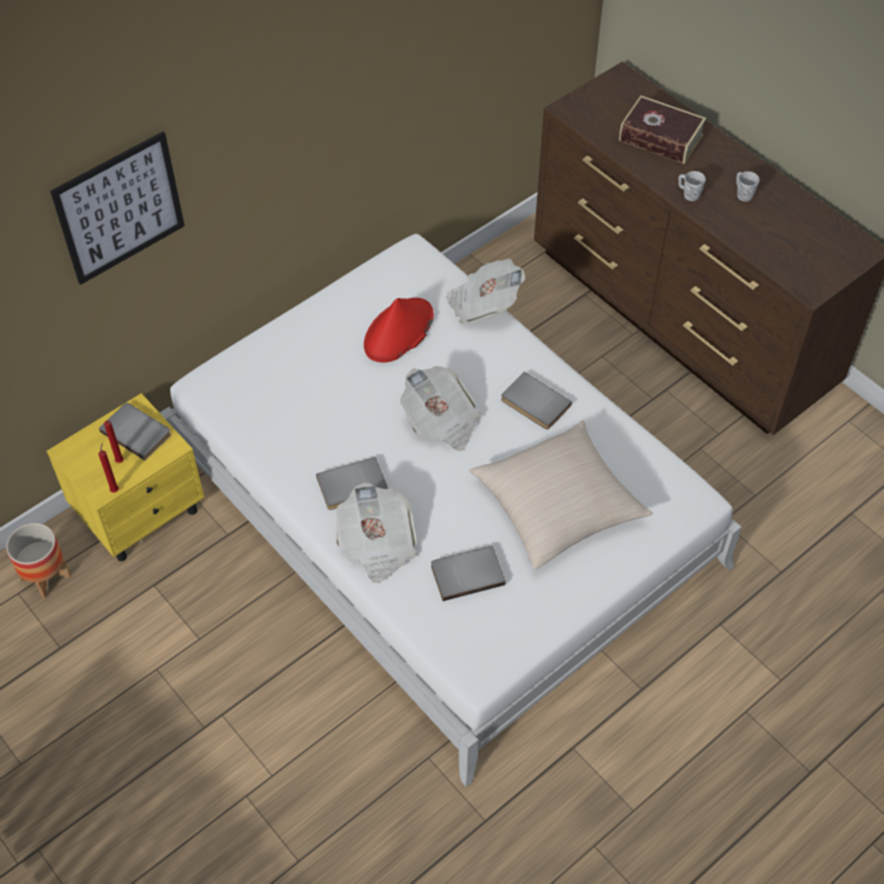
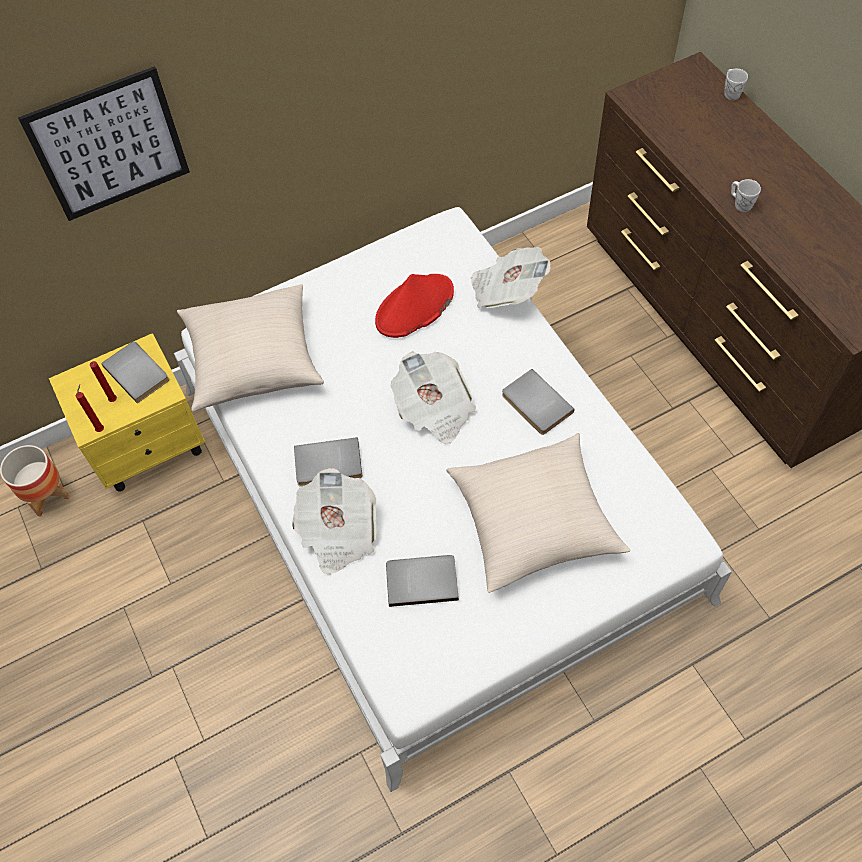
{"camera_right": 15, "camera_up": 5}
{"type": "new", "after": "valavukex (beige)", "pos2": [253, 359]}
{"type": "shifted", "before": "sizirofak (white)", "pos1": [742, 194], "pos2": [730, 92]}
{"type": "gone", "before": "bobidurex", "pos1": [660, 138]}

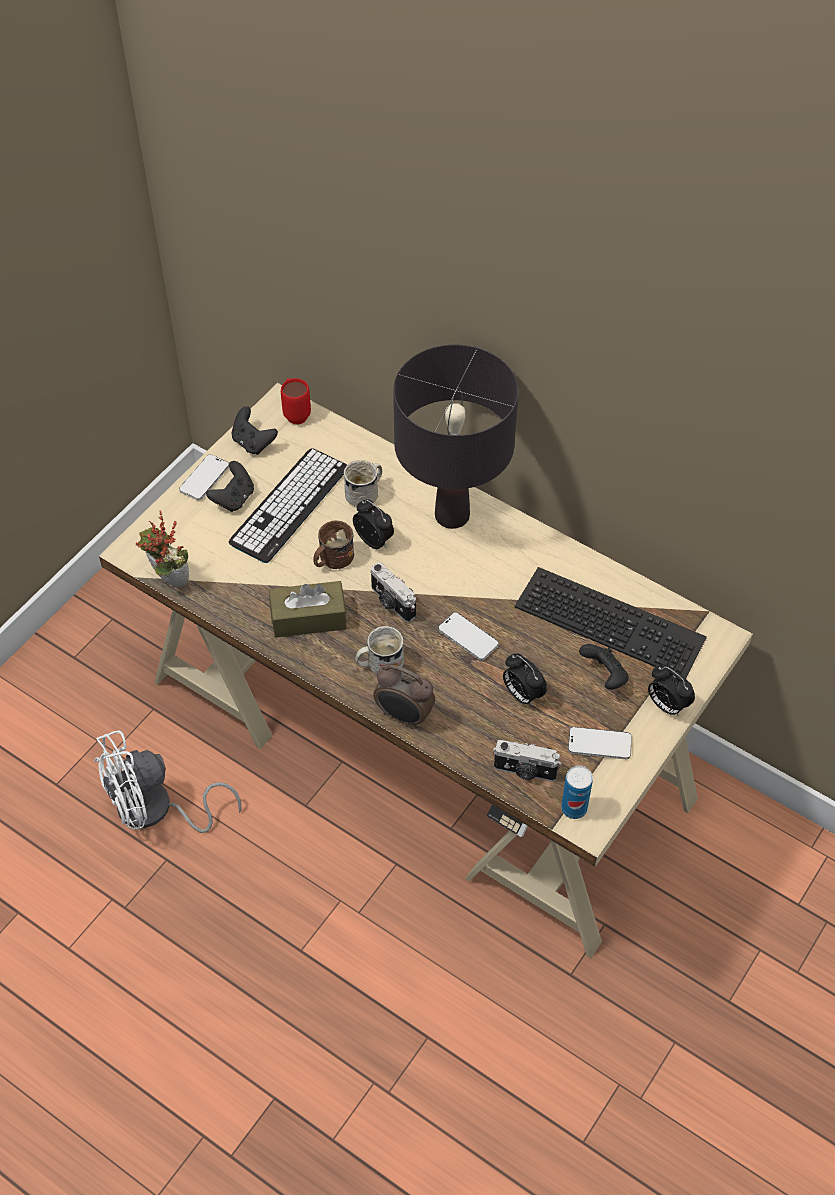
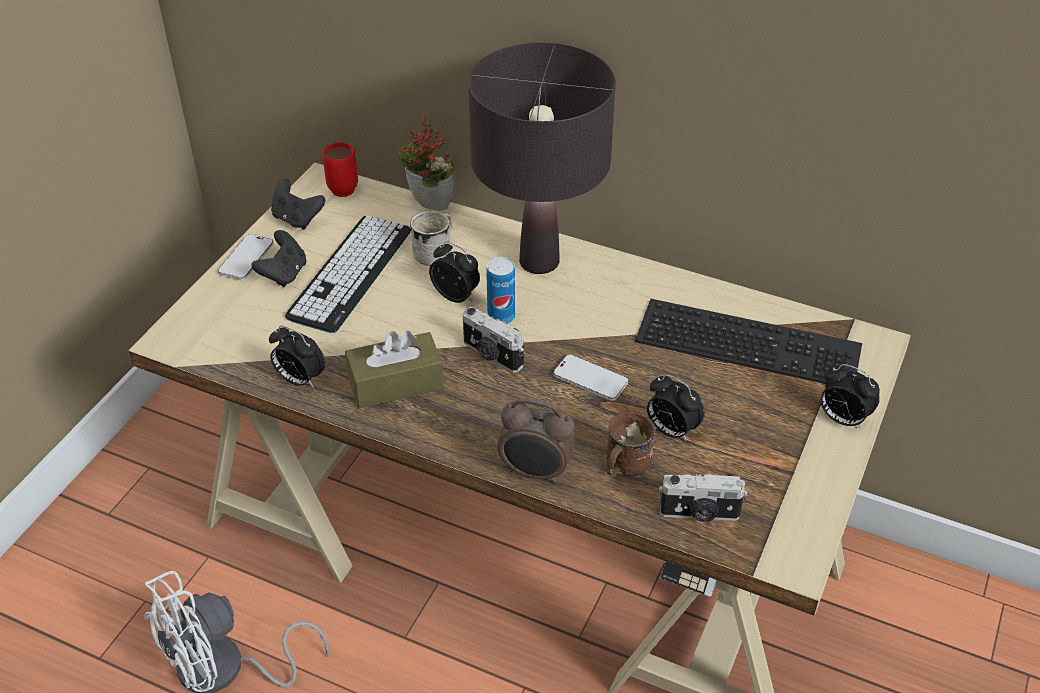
{"camera_right": -10, "camera_up": -10}
{"type": "new", "after": "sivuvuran", "pos2": [299, 379]}
{"type": "shifted", "before": "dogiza", "pos1": [168, 581], "pos2": [427, 207]}
{"type": "shifted", "before": "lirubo", "pos1": [574, 808], "pos2": [501, 317]}
{"type": "shifted", "before": "sizirofak (brown)", "pos1": [332, 560], "pos2": [623, 466]}
{"type": "gone", "before": "sizirofak (white)", "pos1": [379, 664]}
{"type": "gone", "before": "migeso", "pos1": [599, 744]}
{"type": "gone", "before": "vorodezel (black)", "pos1": [604, 676]}

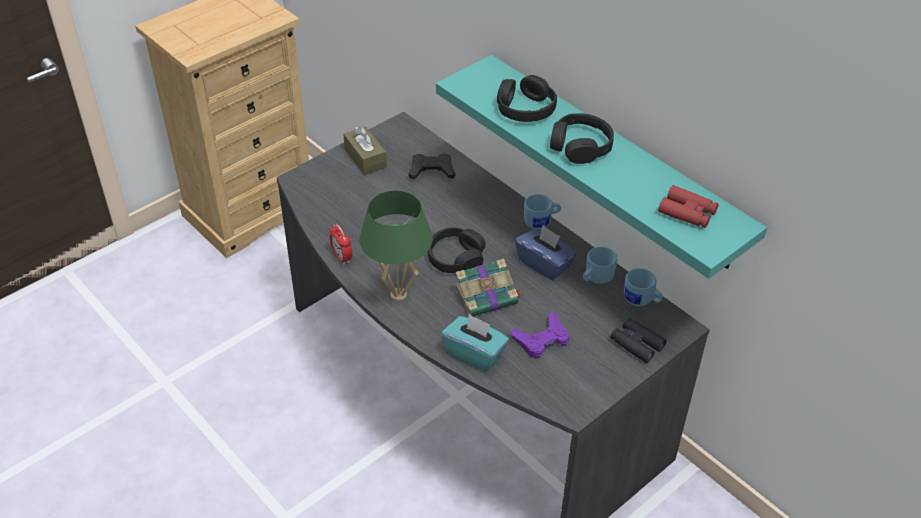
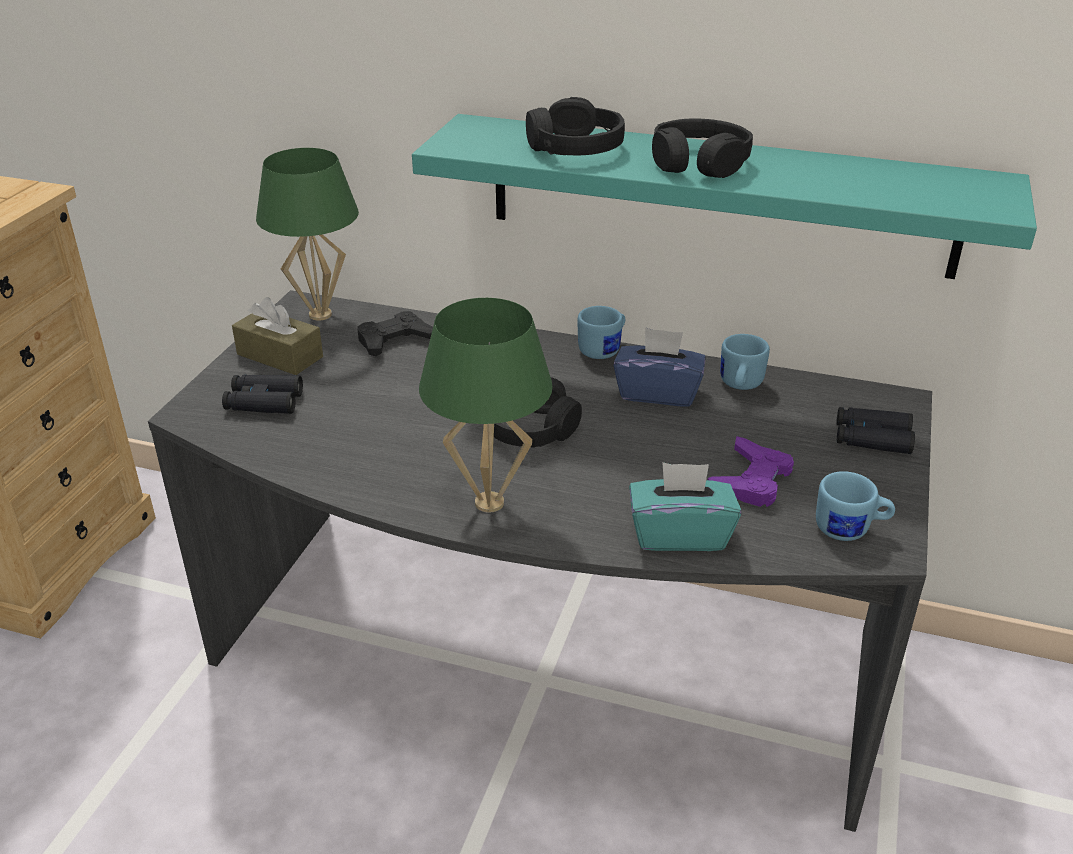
{"camera_right": -30, "camera_up": -10}
{"type": "new", "after": "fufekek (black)", "pos2": [264, 402]}
{"type": "new", "after": "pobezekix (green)", "pos2": [321, 314]}
{"type": "shifted", "before": "sizirofak (blue)", "pos1": [641, 301], "pos2": [850, 530]}
{"type": "gone", "before": "sivuvuran", "pos1": [342, 257]}
{"type": "gone", "before": "bobidurex", "pos1": [487, 296]}
{"type": "gone", "before": "fufekek (red)", "pos1": [687, 212]}

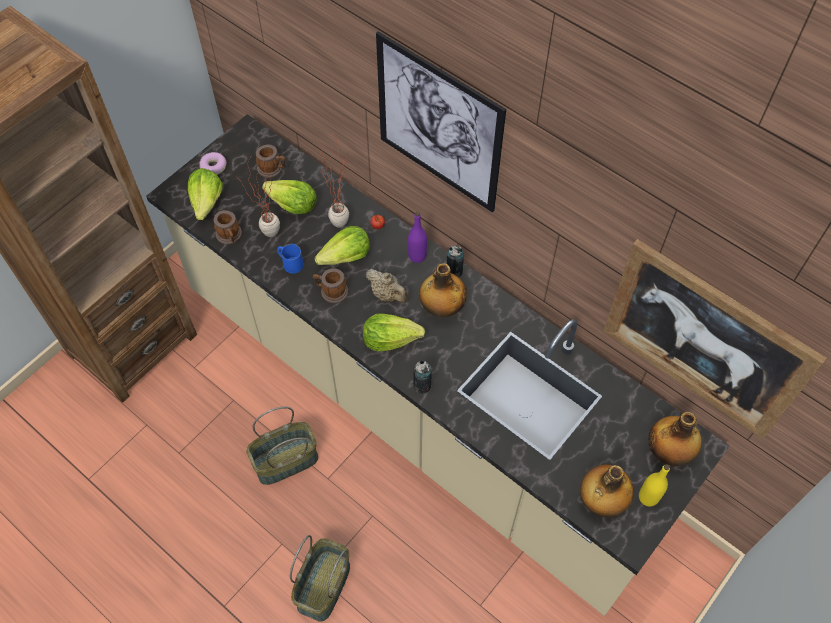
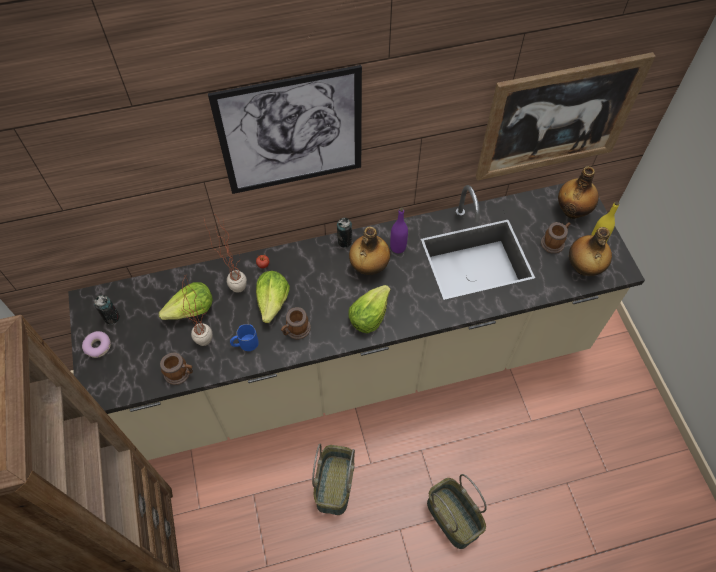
{"camera_right": -55, "camera_up": 0}
{"type": "shifted", "before": "lirubo", "pos1": [422, 385], "pos2": [112, 317]}
{"type": "shifted", "before": "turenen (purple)", "pos1": [417, 256], "pos2": [398, 247]}
{"type": "shifted", "before": "sizirofak", "pos1": [272, 169], "pos2": [554, 242]}
{"type": "gone", "before": "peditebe", "pos1": [207, 202]}
{"type": "gone", "before": "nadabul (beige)", "pos1": [387, 294]}

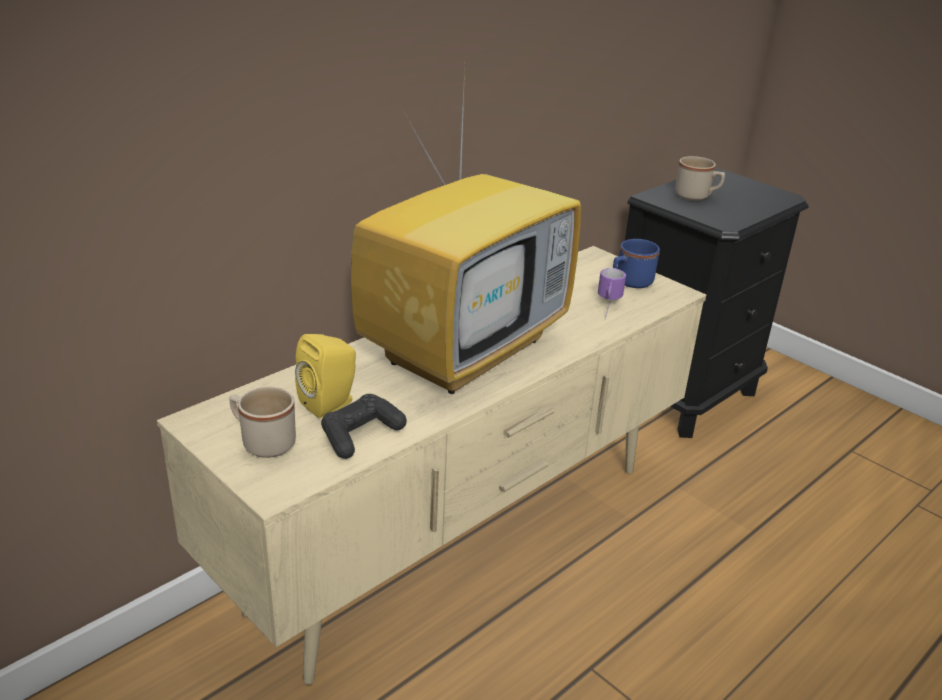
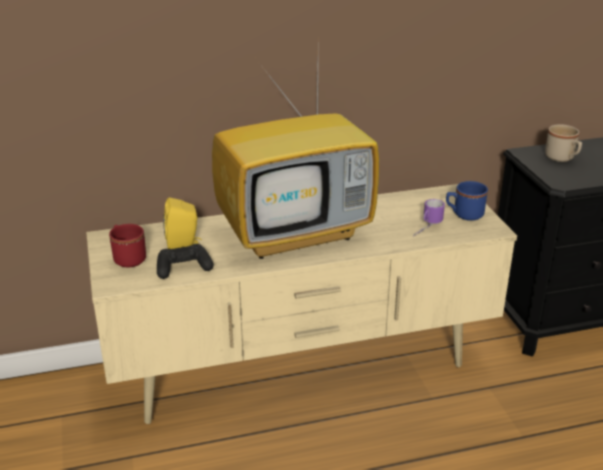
{"camera_right": 30, "camera_up": 0}
{"type": "repainted", "before": "sizirofak (beige)", "after": "sizirofak (red)", "pos1": [262, 442], "pos2": [127, 257]}

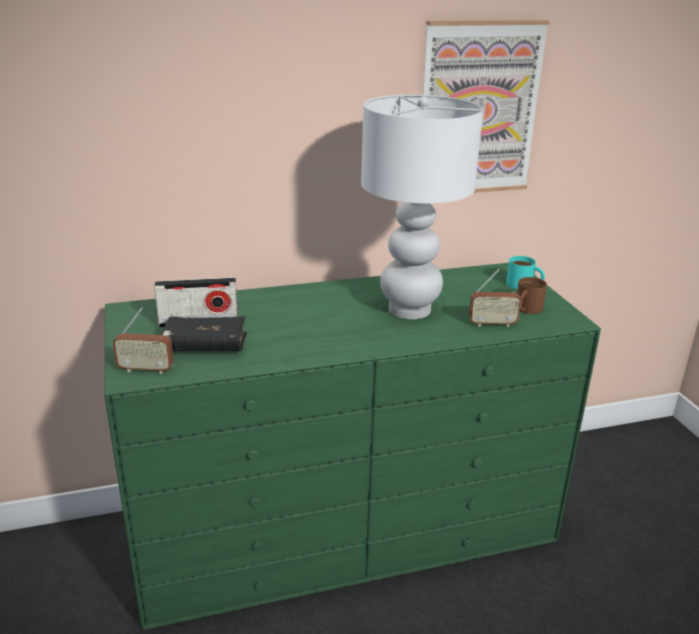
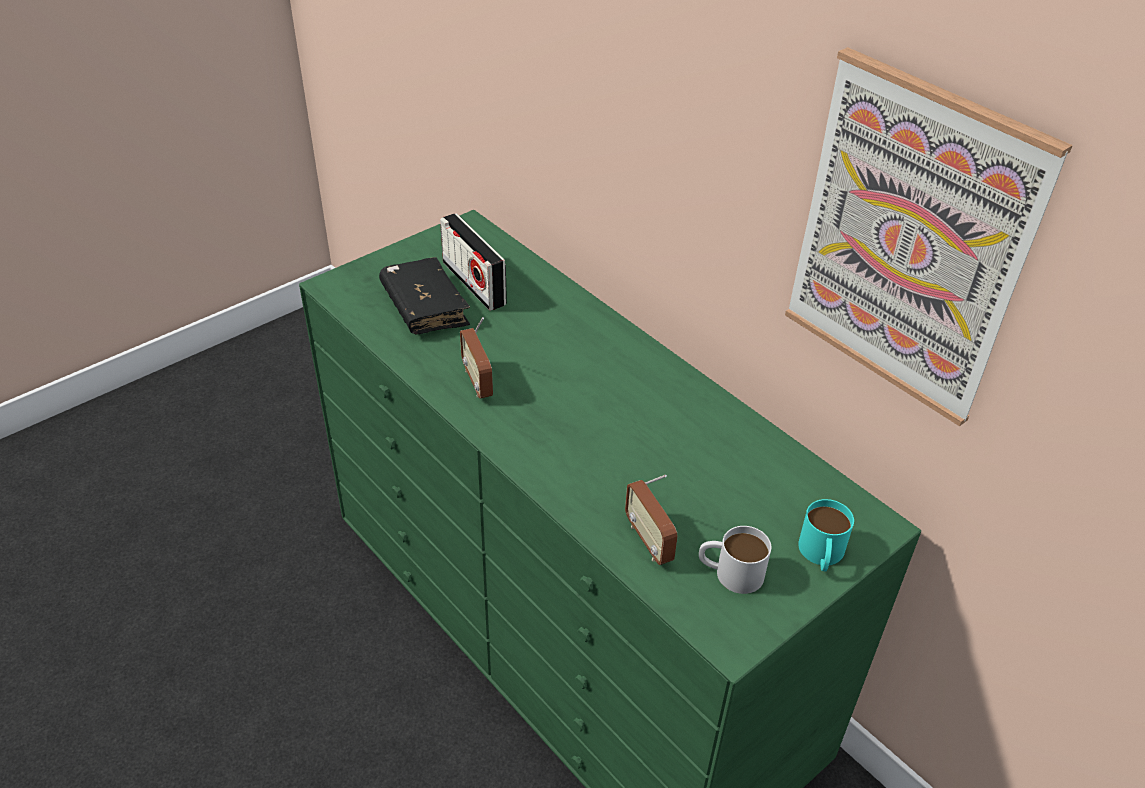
{"camera_right": 65, "camera_up": 15}
{"type": "shifted", "before": "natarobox", "pos1": [145, 370], "pos2": [478, 382]}
{"type": "repainted", "before": "sizirofak (brown)", "after": "sizirofak (white)", "pos1": [526, 309], "pos2": [730, 572]}
{"type": "gone", "before": "pobezekix (white)", "pos1": [408, 309]}

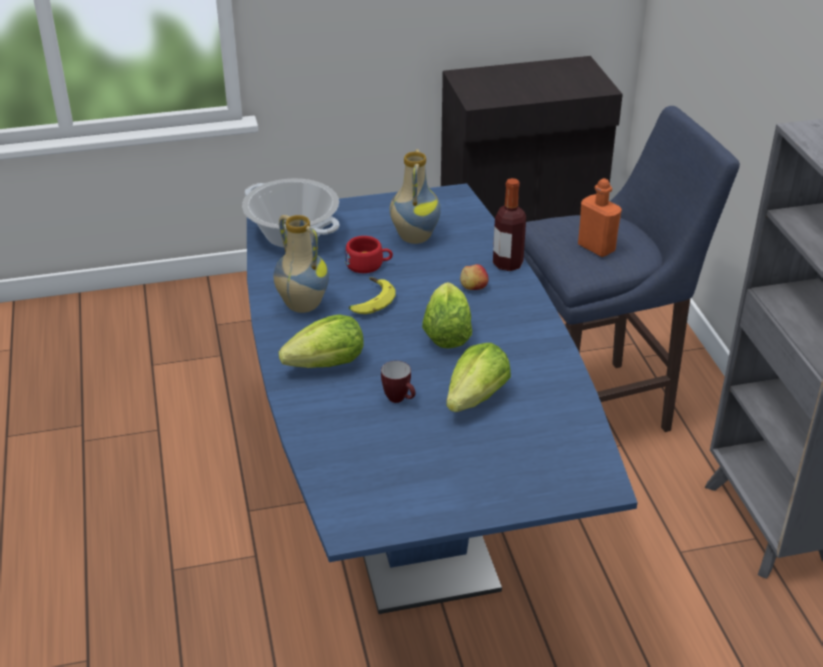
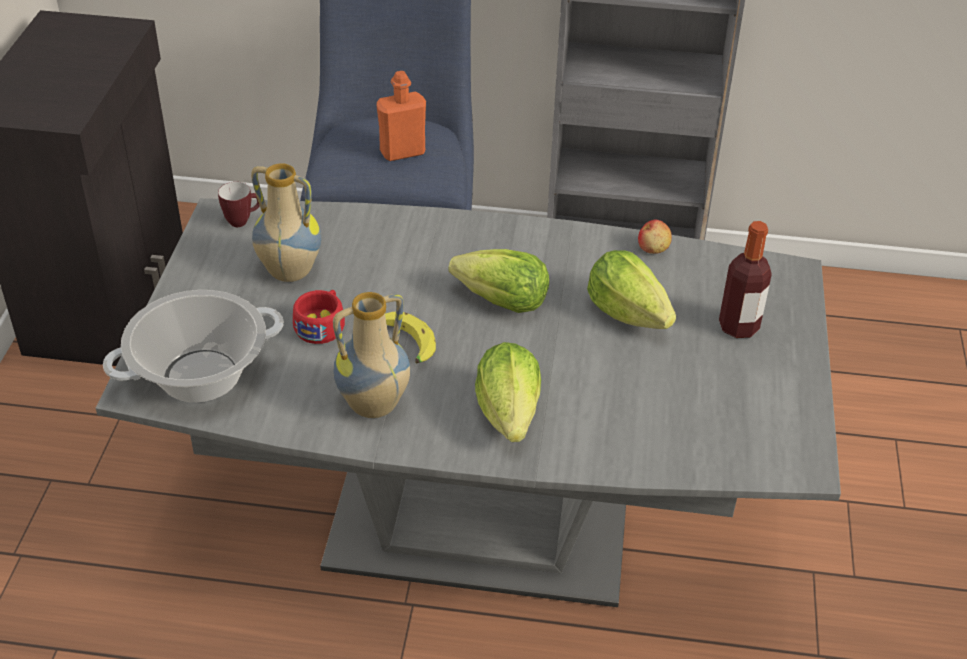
{"camera_right": -70, "camera_up": 5}
{"type": "repainted", "before": "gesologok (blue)", "after": "gesologok (grey)", "pos1": [411, 513], "pos2": [477, 532]}
{"type": "shifted", "before": "sizirofak", "pos1": [400, 399], "pos2": [242, 221]}
{"type": "shifted", "before": "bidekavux", "pos1": [473, 287], "pos2": [653, 248]}
{"type": "shifted", "before": "turenen", "pos1": [507, 264], "pos2": [738, 327]}

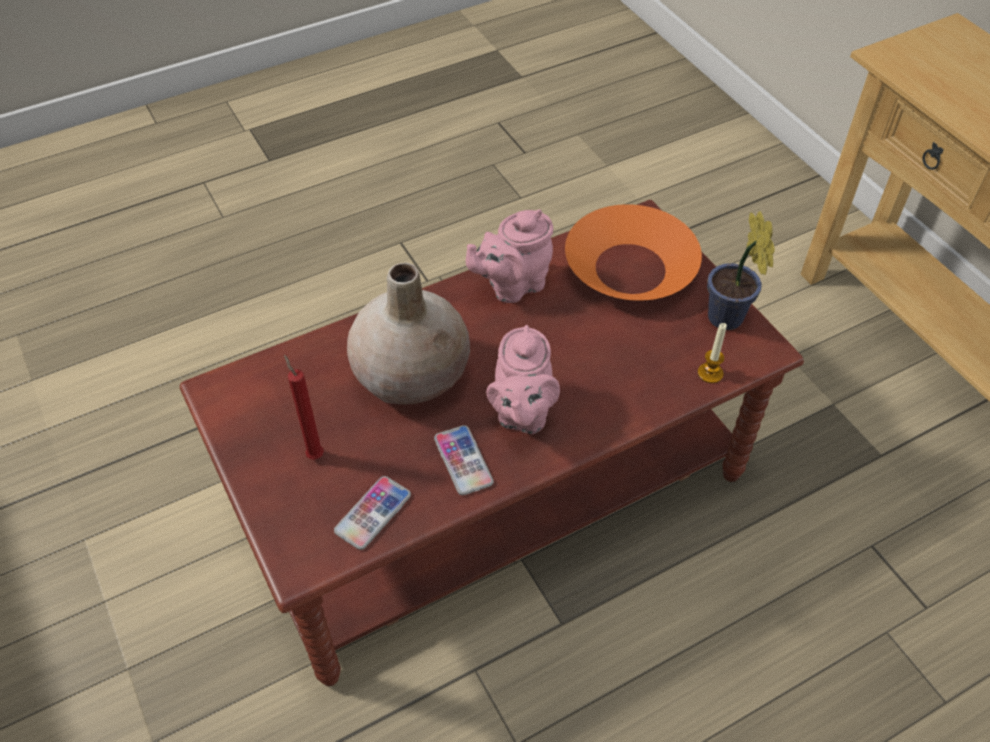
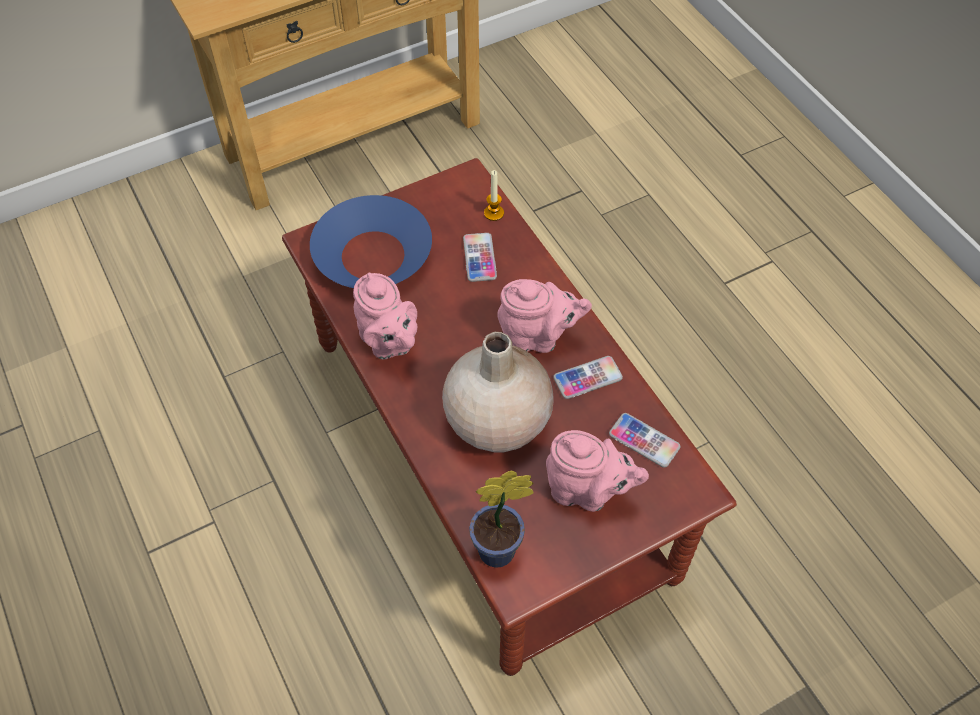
{"camera_right": -90, "camera_up": 5}
{"type": "repainted", "before": "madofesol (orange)", "after": "madofesol (blue)", "pos1": [630, 269], "pos2": [373, 255]}
{"type": "new", "after": "migeso", "pos2": [479, 258]}
{"type": "shifted", "before": "dogiza", "pos1": [727, 321], "pos2": [501, 550]}
{"type": "swapped", "before": "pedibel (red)", "after": "nadabul (pink)", "pos1": [314, 454], "pos2": [587, 491]}

